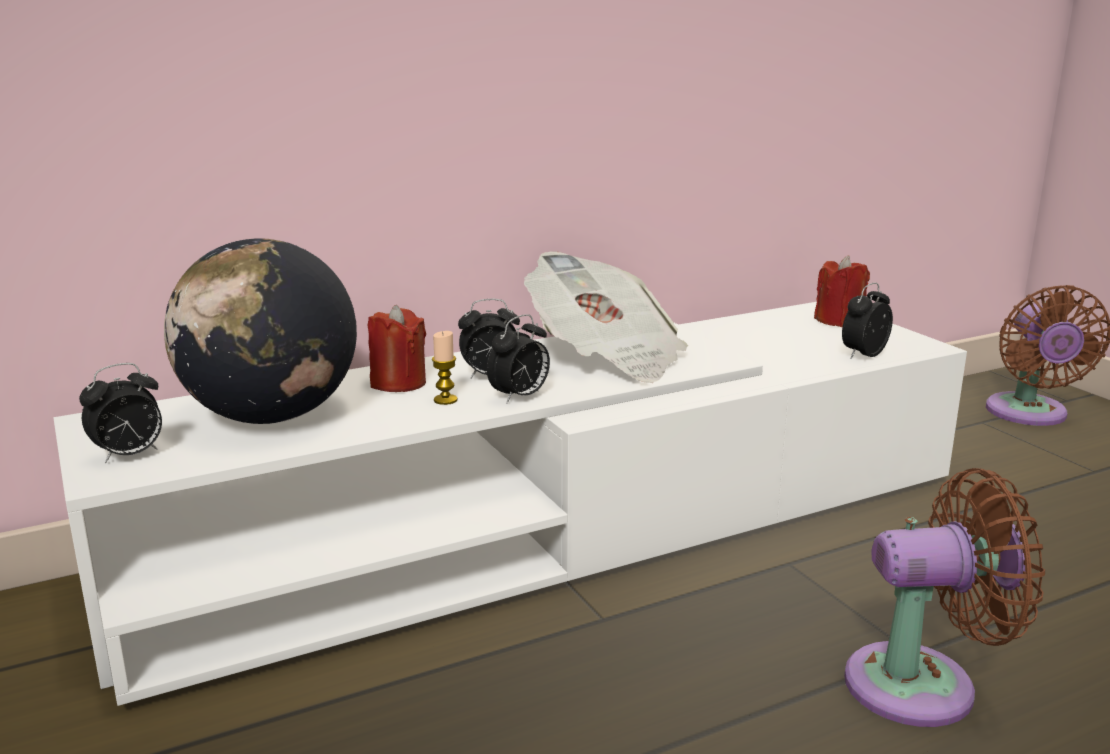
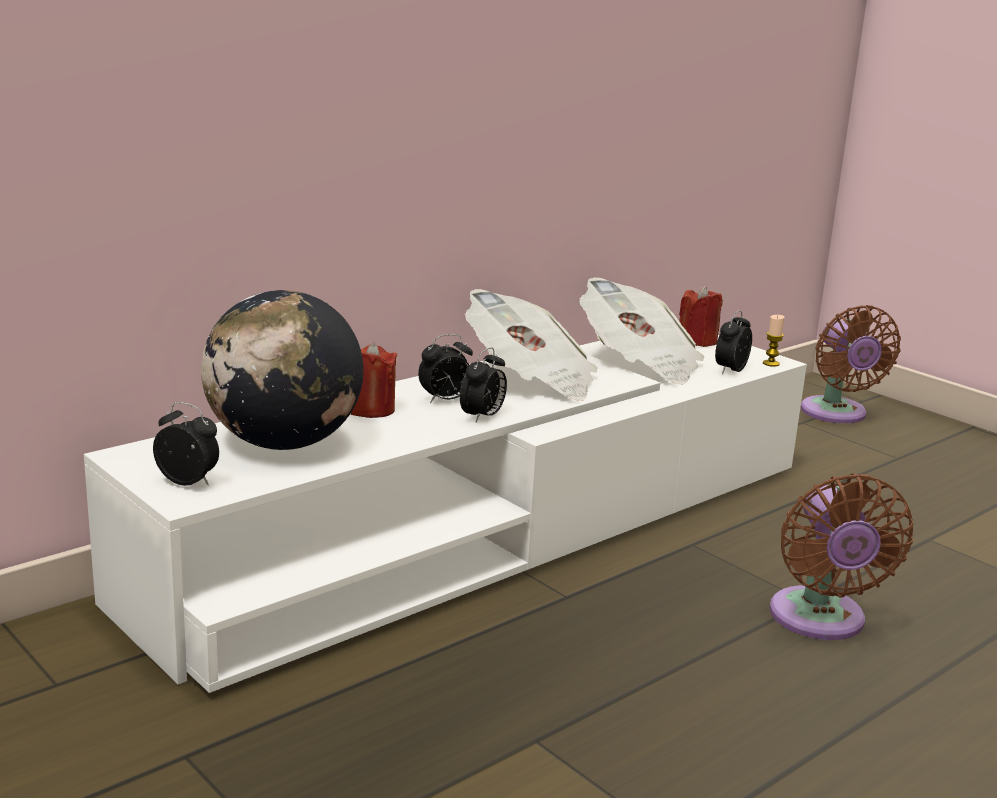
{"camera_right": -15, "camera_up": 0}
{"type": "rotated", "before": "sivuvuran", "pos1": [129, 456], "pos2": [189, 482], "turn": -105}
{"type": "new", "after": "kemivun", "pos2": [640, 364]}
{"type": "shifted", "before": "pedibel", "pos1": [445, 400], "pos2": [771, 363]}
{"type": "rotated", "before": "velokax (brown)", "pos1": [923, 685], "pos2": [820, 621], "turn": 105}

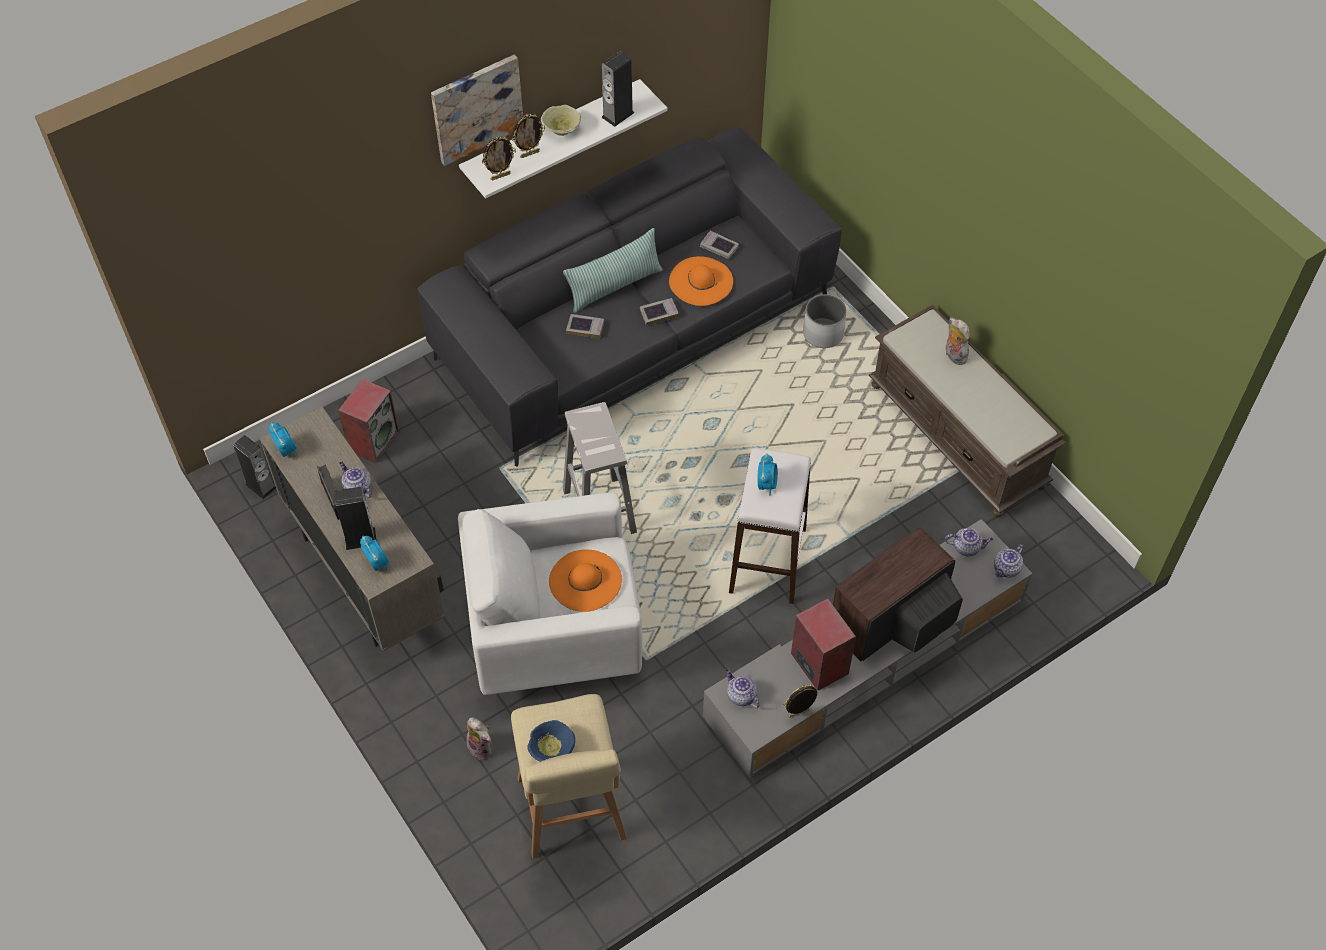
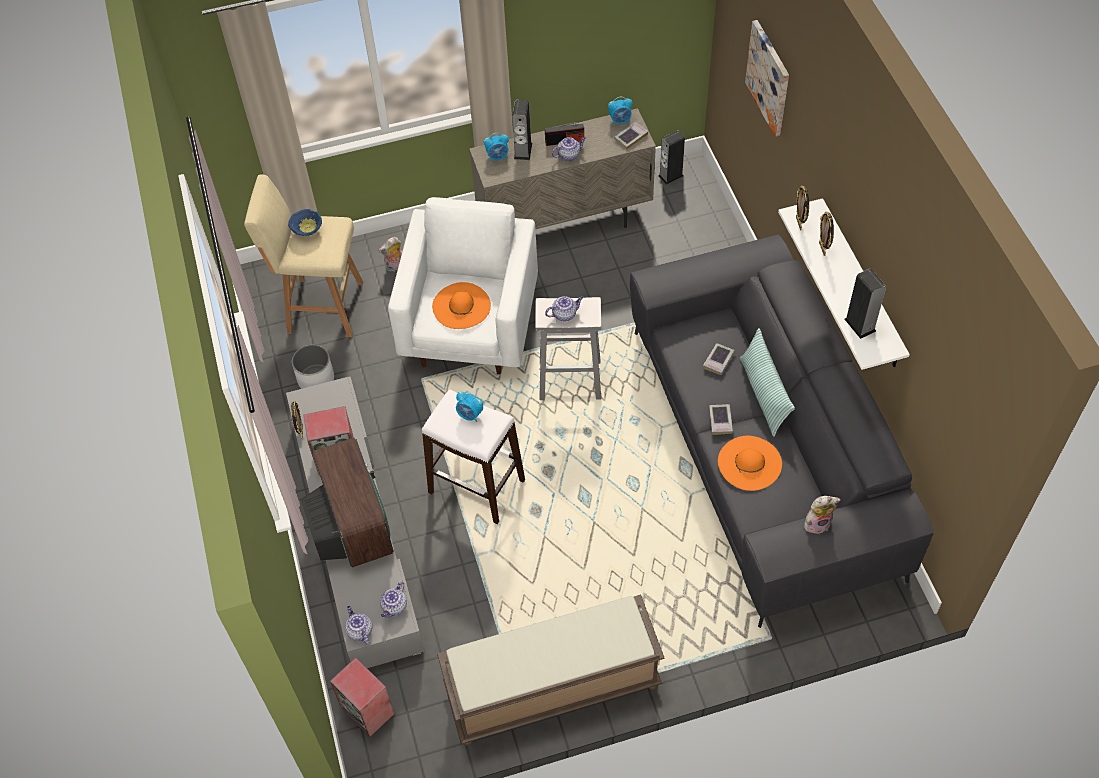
{"camera_right": 110, "camera_up": 0}
{"type": "shifted", "before": "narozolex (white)", "pos1": [823, 334], "pos2": [315, 379]}
{"type": "shifted", "before": "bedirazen", "pos1": [374, 440], "pos2": [368, 710]}
{"type": "shifted", "before": "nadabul", "pos1": [740, 696], "pos2": [564, 314]}
{"type": "shifted", "before": "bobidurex", "pos1": [719, 247], "pos2": [631, 137]}
{"type": "shifted", "before": "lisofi", "pos1": [476, 108], "pos2": [769, 78]}
{"type": "shifted", "before": "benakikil", "pos1": [953, 355], "pos2": [817, 523]}
{"type": "gone", "before": "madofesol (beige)", "pos1": [560, 130]}

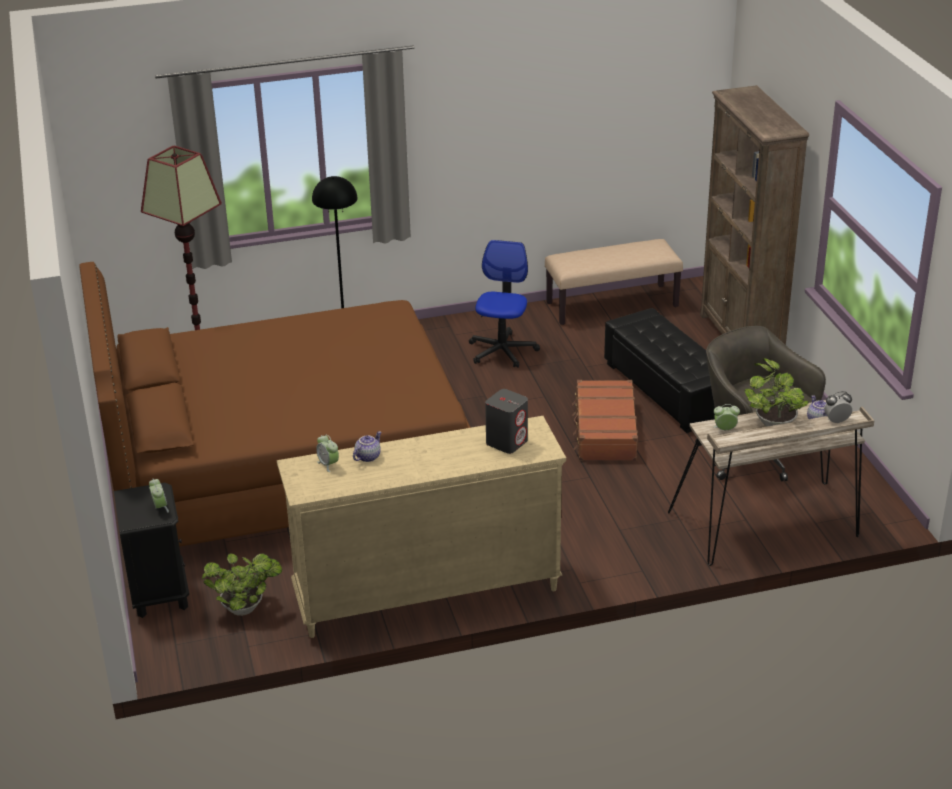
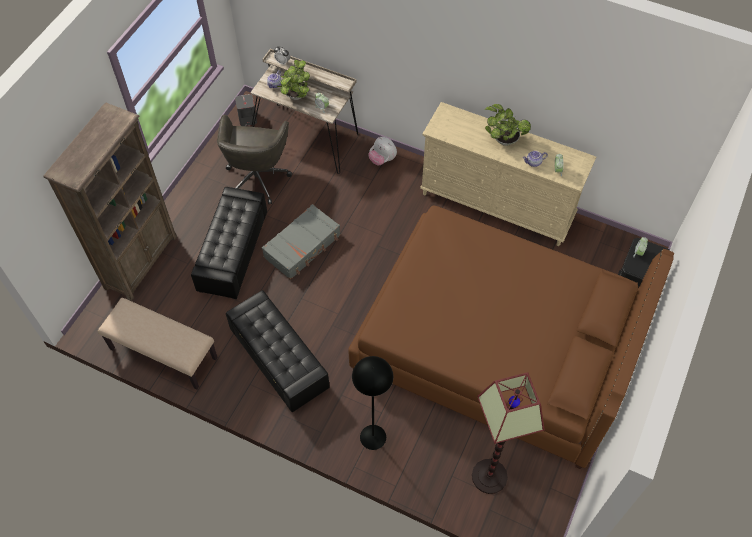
{"camera_right": -140, "camera_up": 25}
{"type": "swapped", "before": "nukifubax", "after": "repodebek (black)", "pos1": [502, 351], "pos2": [278, 359]}
{"type": "shifted", "before": "bedirazen (grey)", "pos1": [507, 442], "pos2": [247, 119]}
{"type": "repainted", "before": "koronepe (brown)", "after": "koronepe (grey)", "pos1": [604, 431], "pos2": [303, 247]}
{"type": "new", "after": "benakikil", "pos2": [382, 159]}
{"type": "shifted", "before": "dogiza", "pos1": [246, 608], "pos2": [503, 139]}

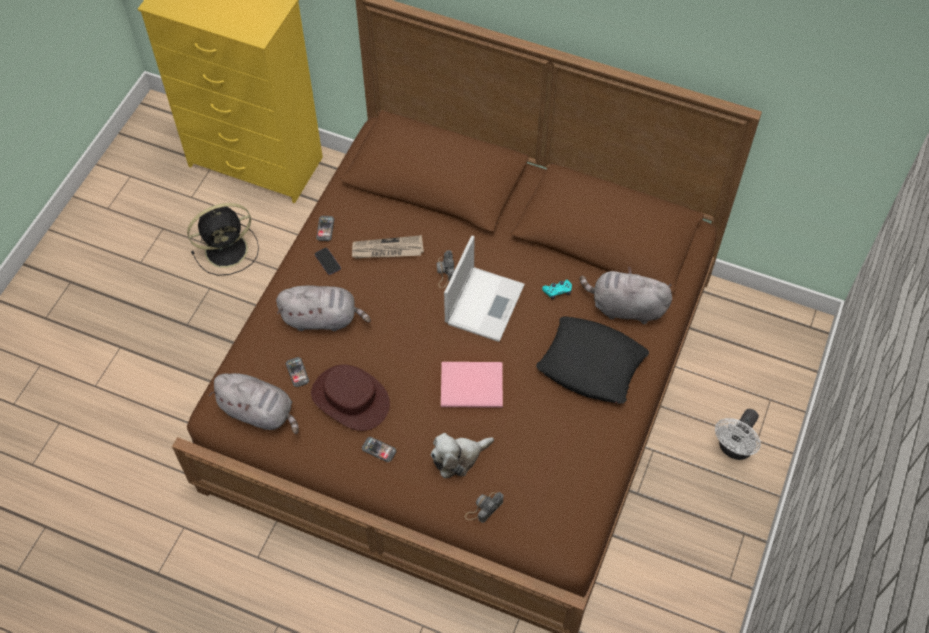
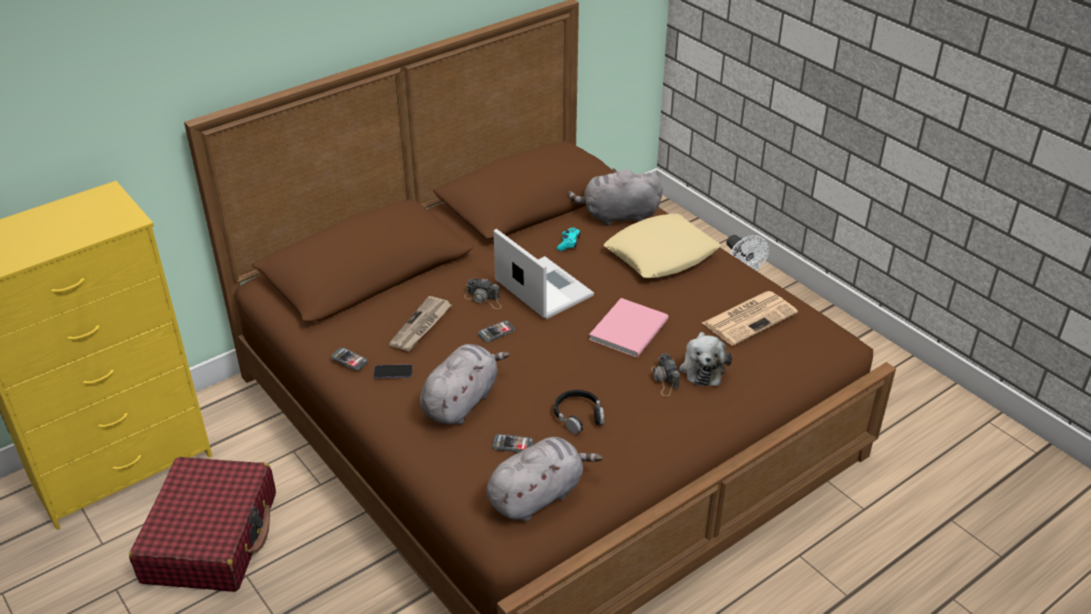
{"camera_right": -60, "camera_up": -20}
{"type": "swapped", "before": "velokax (black)", "after": "koronepe (red)", "pos1": [228, 249], "pos2": [211, 537]}
{"type": "shifted", "before": "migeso", "pos1": [379, 450], "pos2": [496, 332]}
{"type": "swapped", "before": "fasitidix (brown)", "after": "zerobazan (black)", "pos1": [351, 398], "pos2": [578, 416]}
{"type": "rotated", "before": "benakikil (grey)", "pos1": [625, 308], "pos2": [617, 216], "turn": 45}
{"type": "repainted", "before": "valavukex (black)", "after": "valavukex (beige)", "pos1": [591, 364], "pos2": [661, 254]}
{"type": "shifted", "before": "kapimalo", "pos1": [484, 508], "pos2": [664, 380]}
{"type": "new", "after": "kemivun", "pos2": [750, 317]}

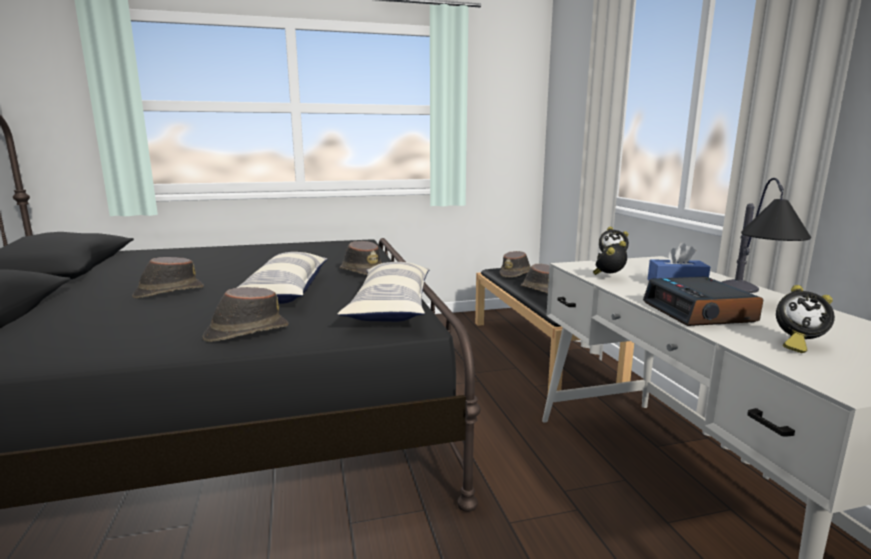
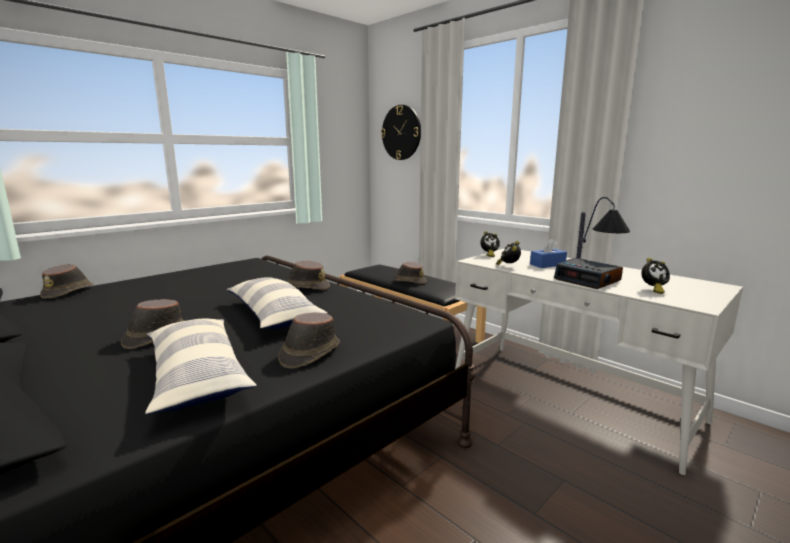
{"camera_right": -30, "camera_up": 0}
{"type": "shifted", "before": "fasitidix (brown)", "pos1": [516, 274], "pos2": [69, 292]}
{"type": "shifted", "before": "valavukex", "pos1": [391, 306], "pos2": [196, 376]}
{"type": "new", "after": "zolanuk", "pos2": [401, 132]}

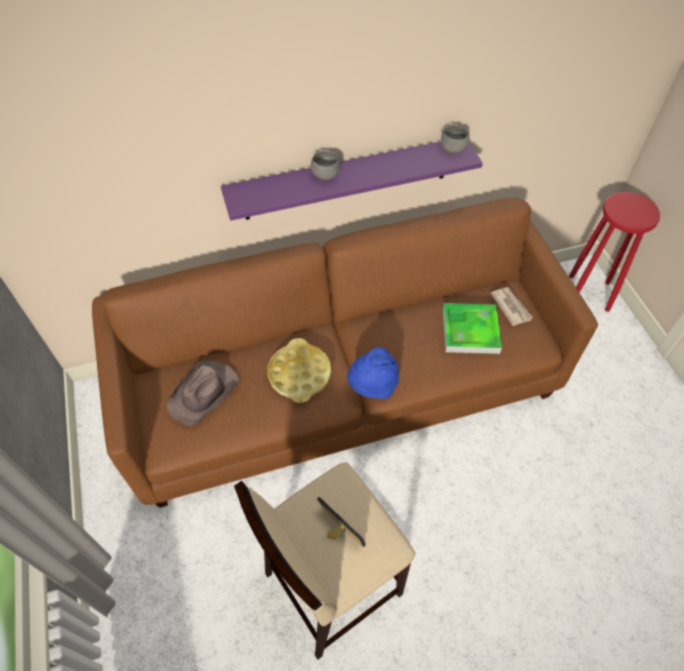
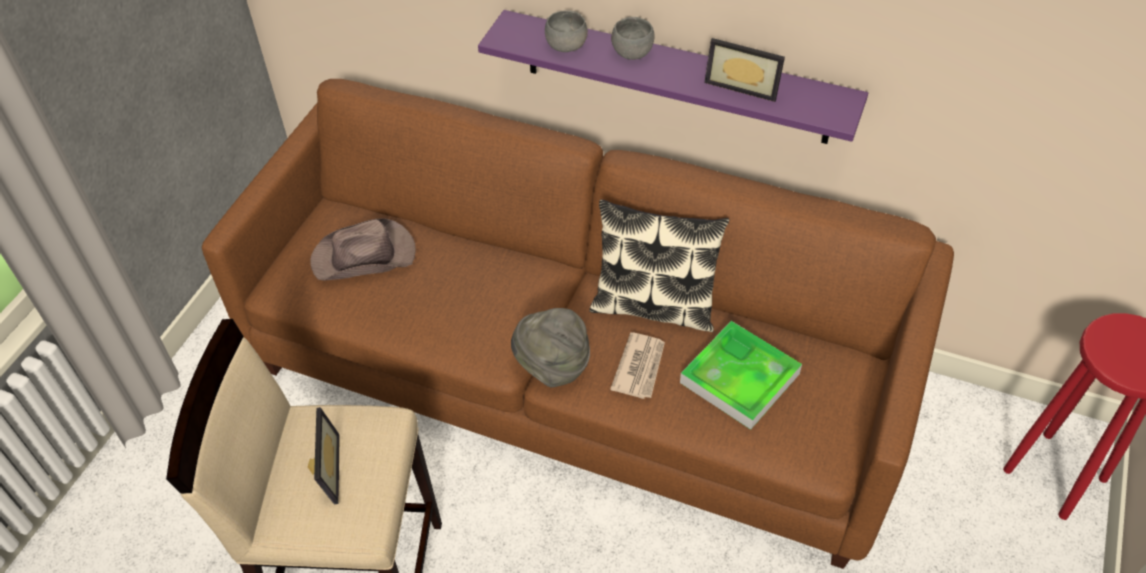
{"camera_right": 40, "camera_up": -5}
{"type": "repainted", "before": "fasitidix (blue)", "after": "fasitidix (grey)", "pos1": [373, 386], "pos2": [552, 365]}
{"type": "shifted", "before": "madofesol (grey)", "pos1": [453, 148], "pos2": [566, 46]}
{"type": "new", "after": "valavukex", "pos2": [654, 306]}
{"type": "shifted", "before": "kemivun", "pos1": [511, 307], "pos2": [640, 367]}
{"type": "new", "after": "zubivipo", "pos2": [743, 84]}
{"type": "gone", "before": "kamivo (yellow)", "pos1": [299, 374]}

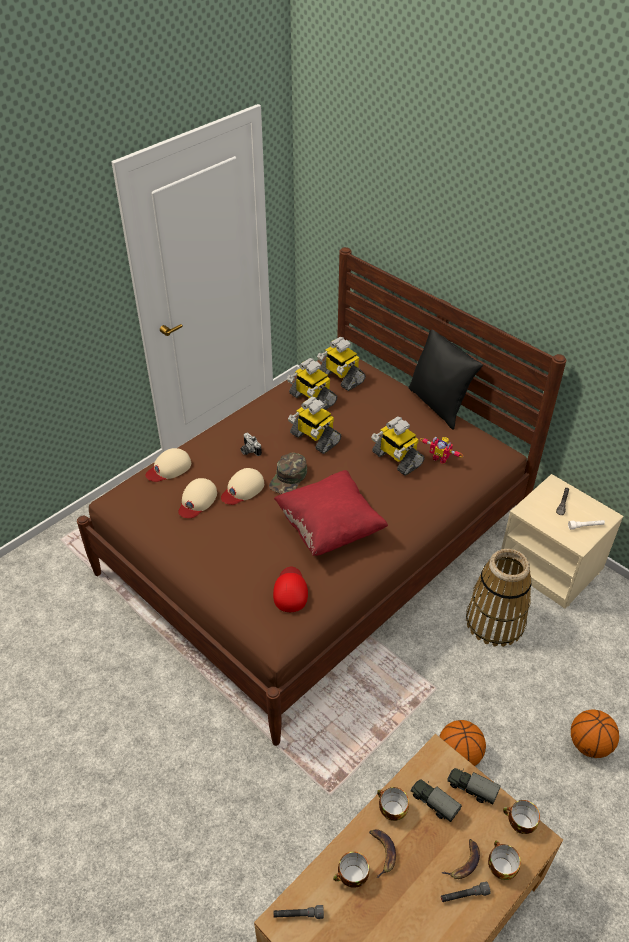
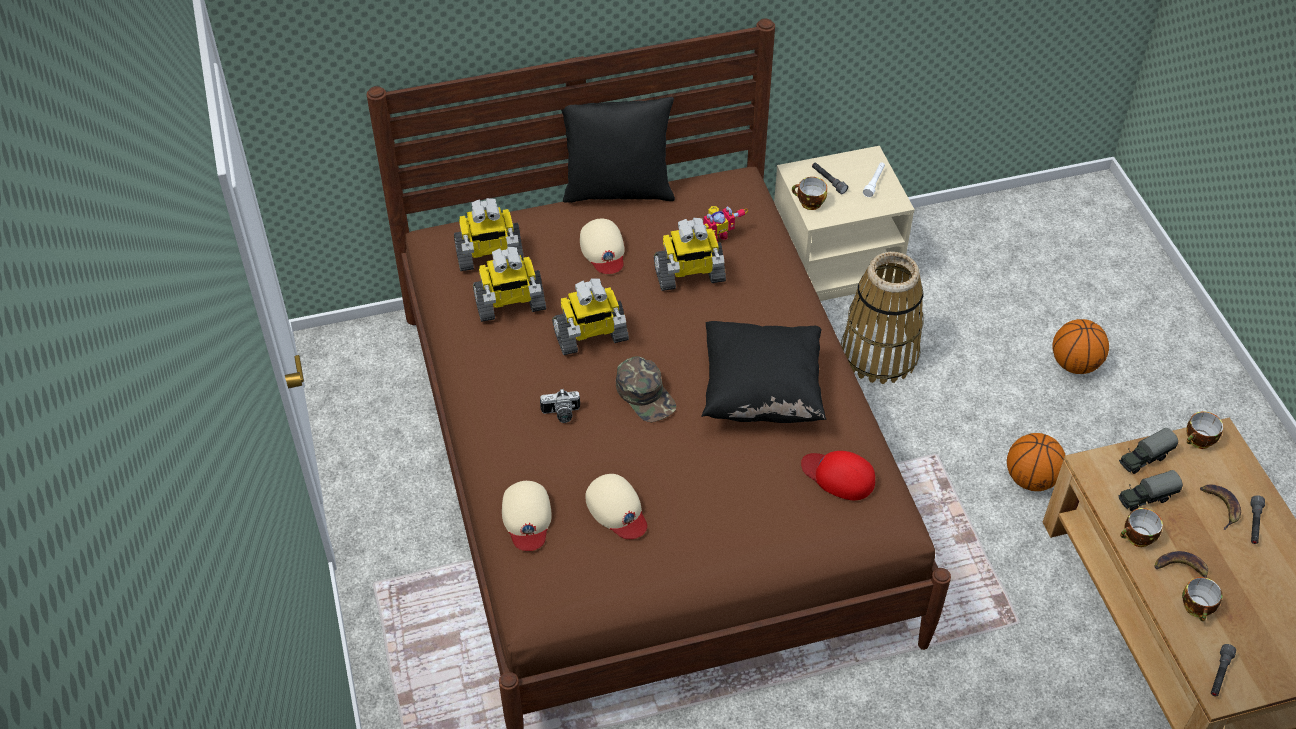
{"camera_right": -60, "camera_up": 5}
{"type": "shifted", "before": "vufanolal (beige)", "pos1": [242, 489], "pos2": [603, 250]}
{"type": "repainted", "before": "valavukex (red)", "after": "valavukex (black)", "pos1": [330, 528], "pos2": [761, 392]}
{"type": "shifted", "before": "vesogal", "pos1": [500, 866], "pos2": [809, 203]}

